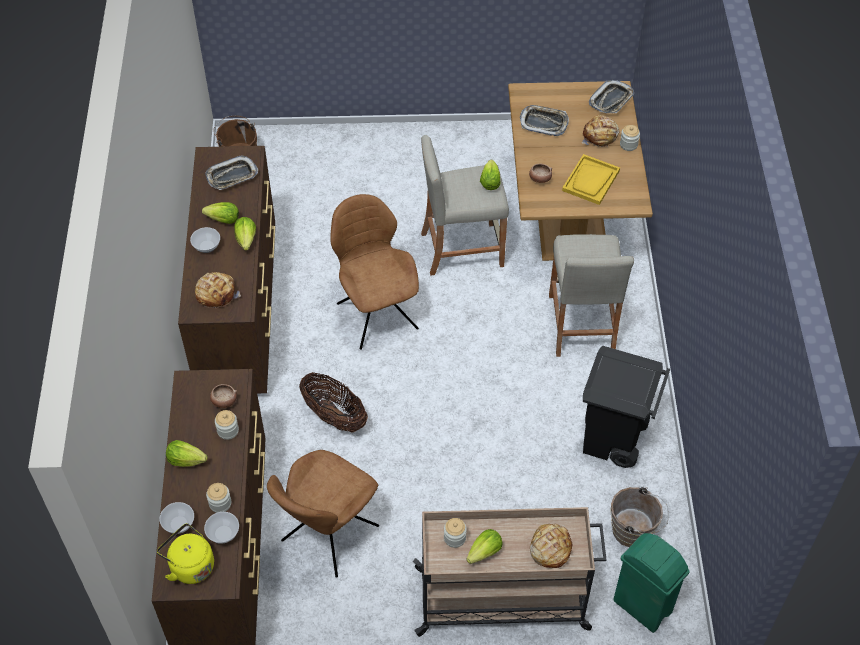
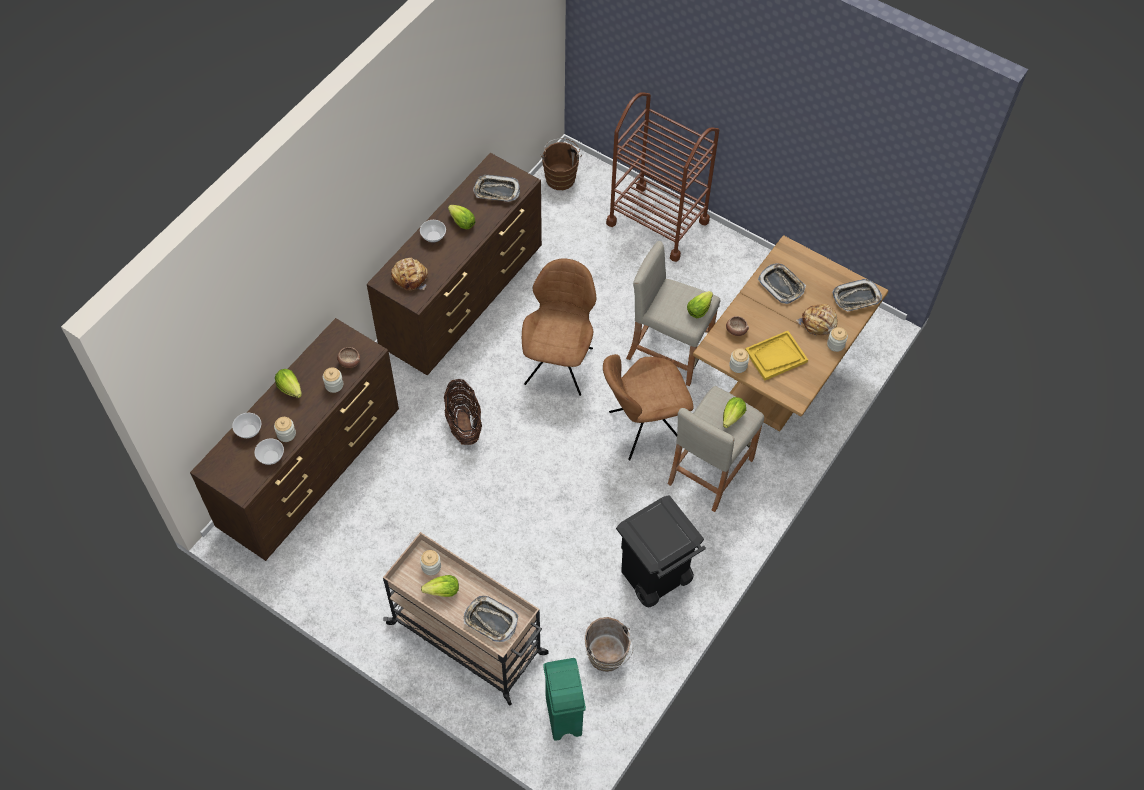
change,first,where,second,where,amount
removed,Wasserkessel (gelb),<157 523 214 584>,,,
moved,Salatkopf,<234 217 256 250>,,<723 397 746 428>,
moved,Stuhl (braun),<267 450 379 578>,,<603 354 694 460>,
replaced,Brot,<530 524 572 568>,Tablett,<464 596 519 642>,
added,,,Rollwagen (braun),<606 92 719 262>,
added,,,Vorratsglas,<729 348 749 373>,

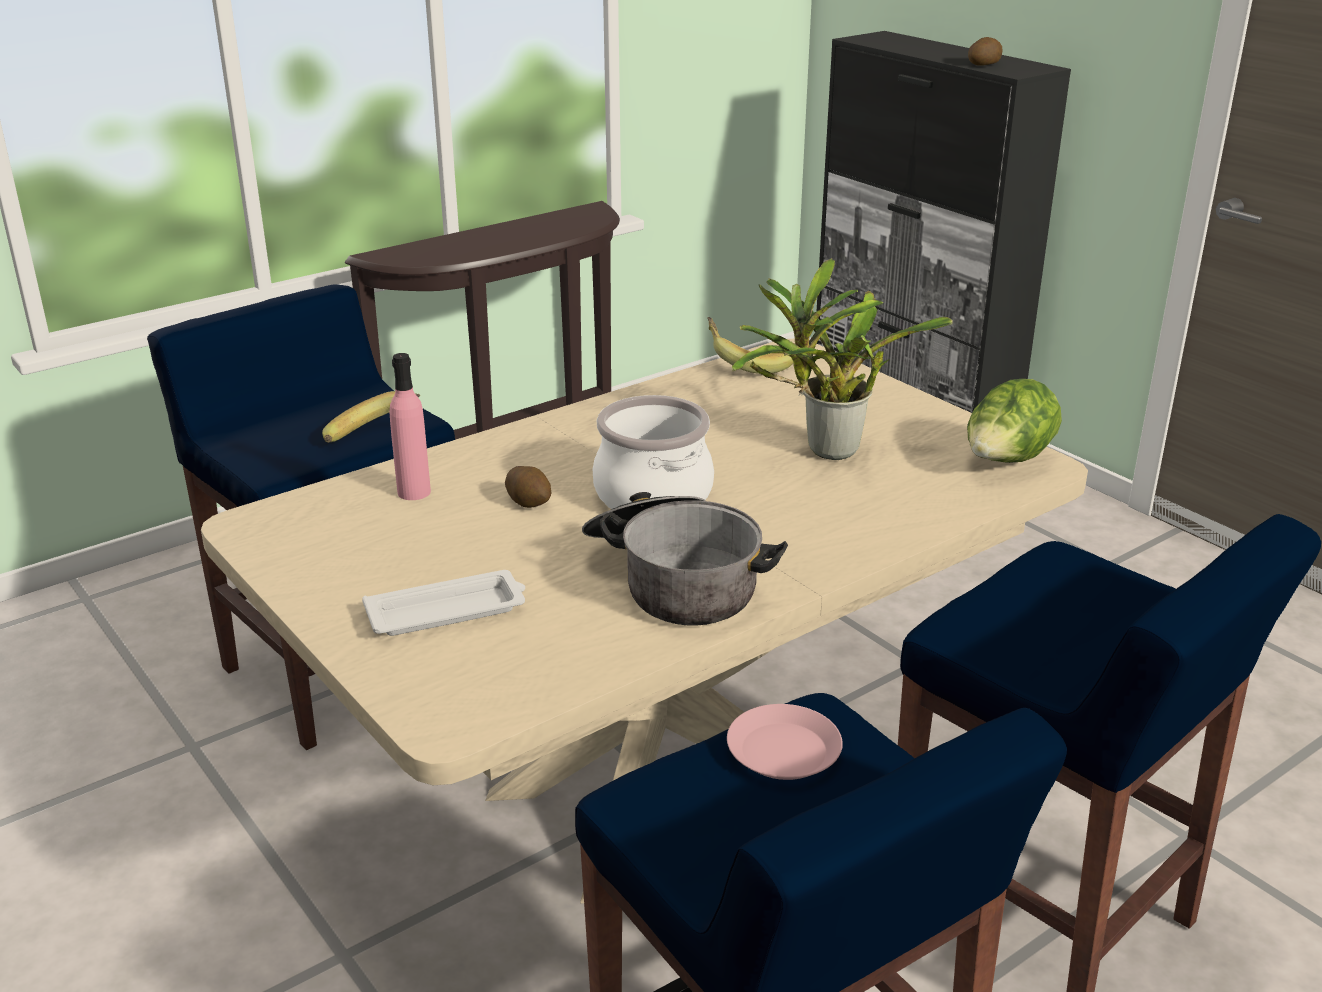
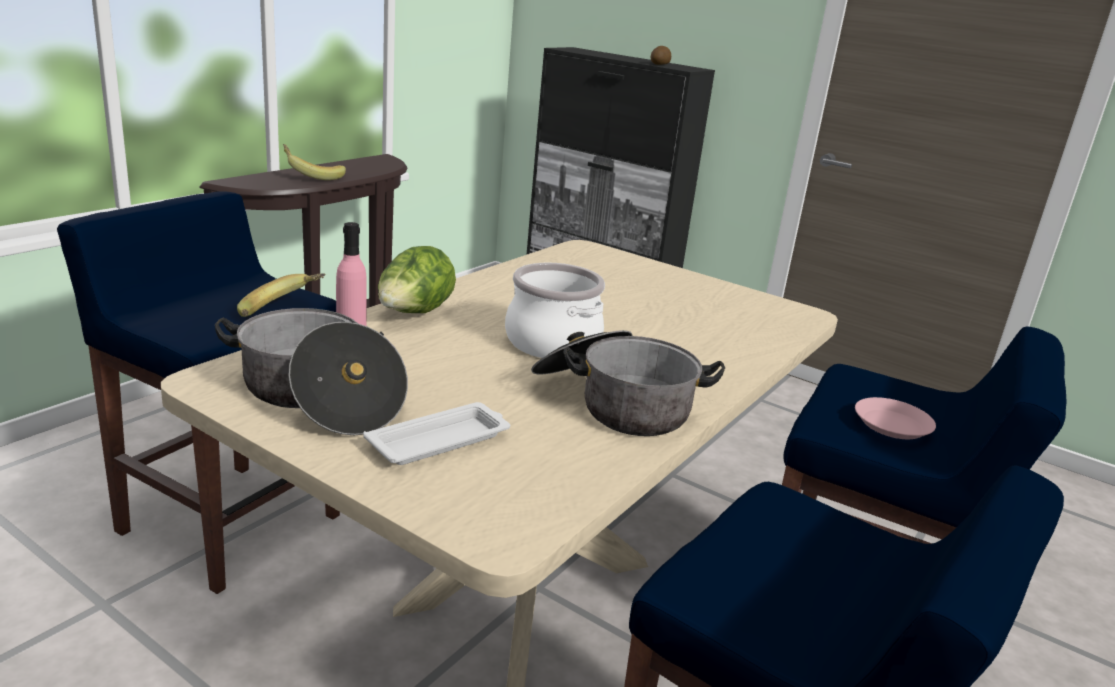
change,first,where,second,where,amount
removed,Kartoffel,<505 466 551 508>,,,
moved,Banane,<707 317 794 374>,,<283 144 346 180>,
moved,Teller (rosa),<727 704 843 780>,,<855 397 936 439>,
removed,Topfpflanze,<732 258 953 460>,,,
moved,Salatkopf,<967 379 1062 463>,,<378 246 456 313>,
added,,,Kochtopf,<215 308 408 435>,

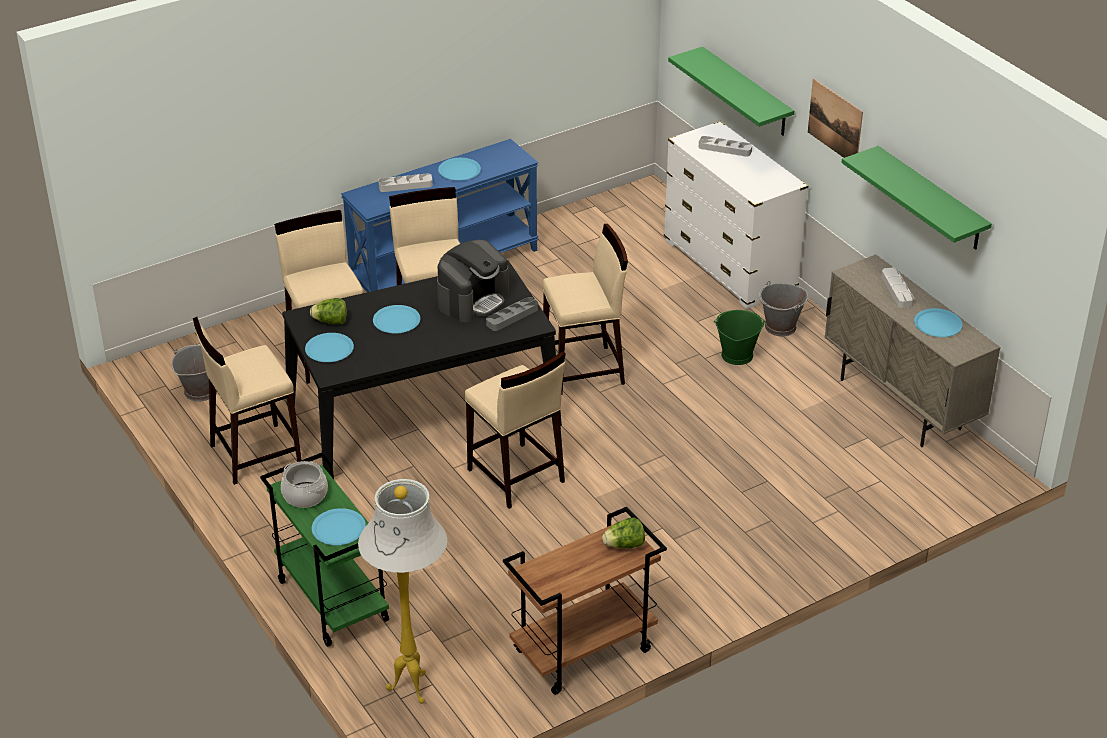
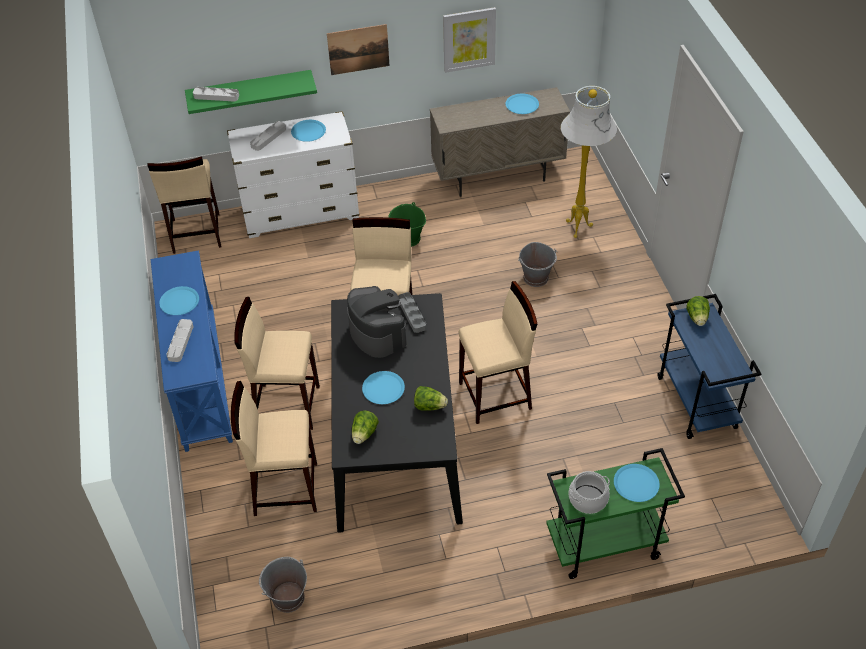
change,first,where,second,where,amount
moved,Hocker (beige),<193 317 301 485>,,<148 156 221 254>,
moved,Teller (blau),<305 333 354 362>,,<291 120 326 142>,
moved,Stehlampe (weiß),<358 479 447 704>,,<561 86 617 238>,
recoloured,Rollwagen (braun),<503 507 667 695>,Rollwagen (blau),<657 294 761 439>,
moved,Eimer (grau),<759 281 808 336>,,<518 242 557 287>,
replaced,Wandregal (grün),<842 146 992 250>,Bild,<443 7 496 73>,
moved,Tablett (grau),<881 268 914 308>,,<193 87 239 102>,
added,,,Salatkopf,<414 386 448 411>,

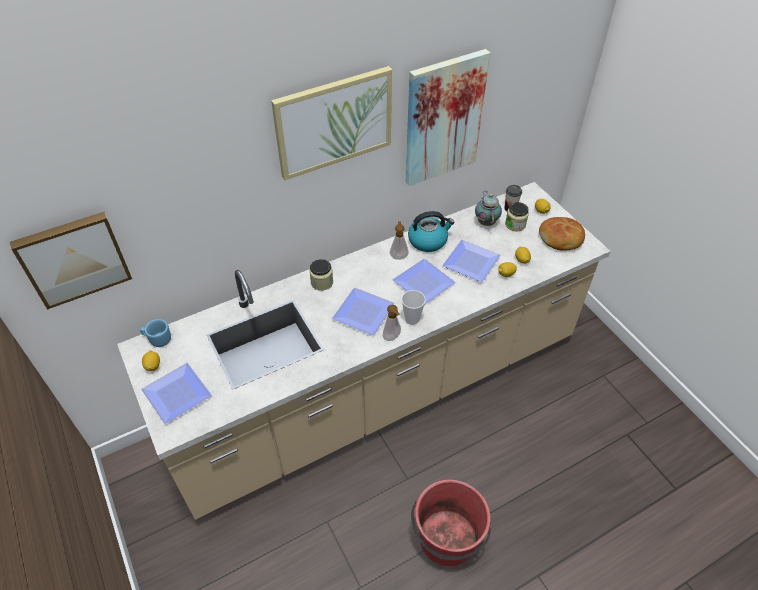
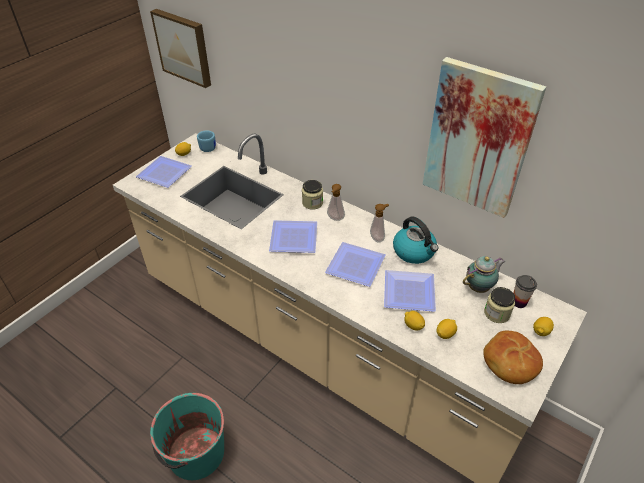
change,first,where,second,where,amount
removed,Bild,<271 66 392 180>,,,
moved,Seifenspender,<383 305 401 341>,,<327 184 345 221>,
removed,Tasse,<401 290 426 325>,,,
recoloured,Eimer (rot),<411 479 491 566>,Eimer (türkis),<150 392 224 480>,

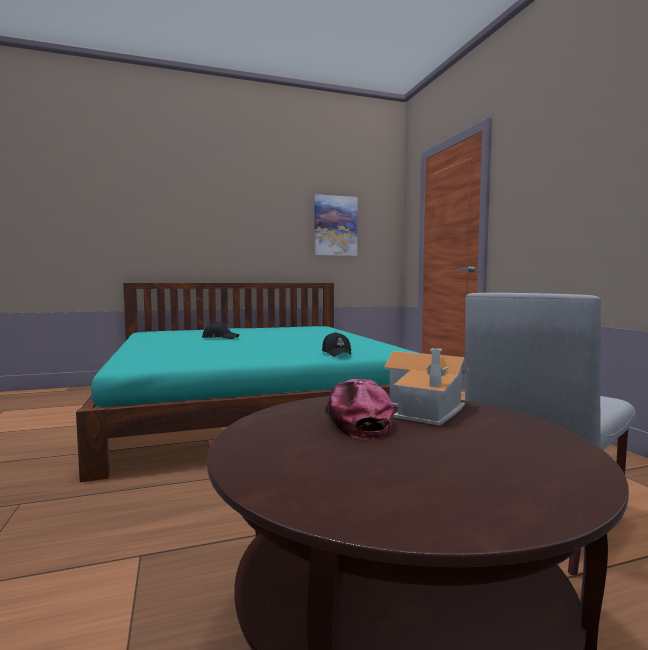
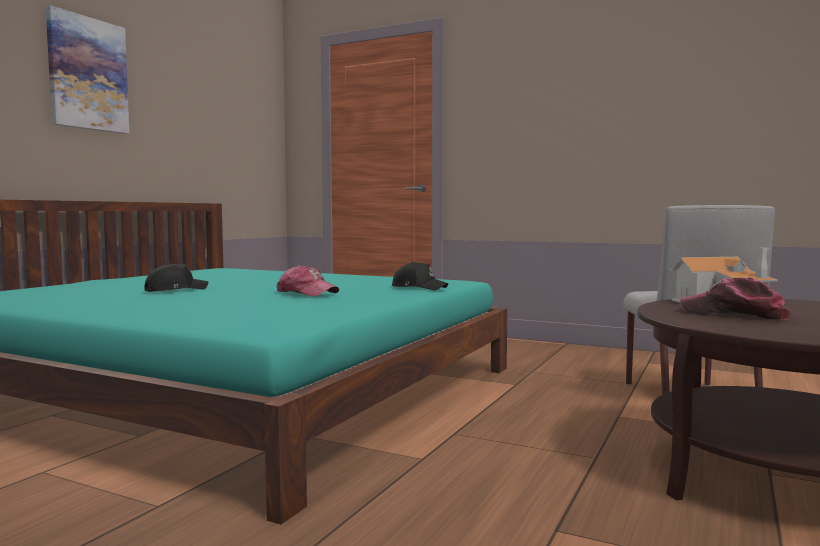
change,first,where,second,where,amount
moved,Bild,<315 194 358 256>,,<46 5 129 134>,
added,,,Kappe,<277 265 339 296>,

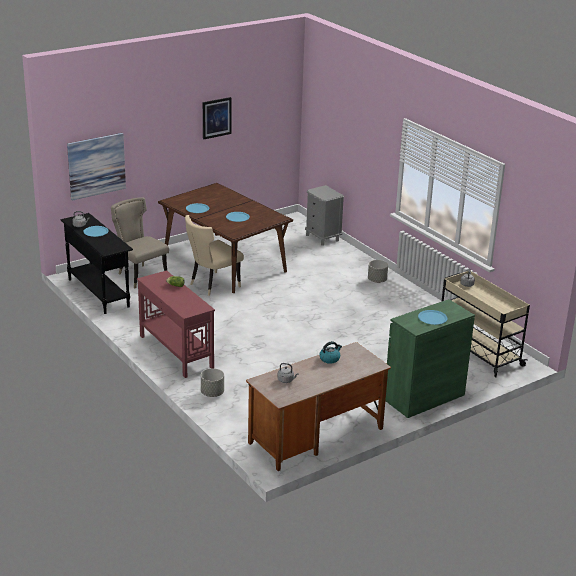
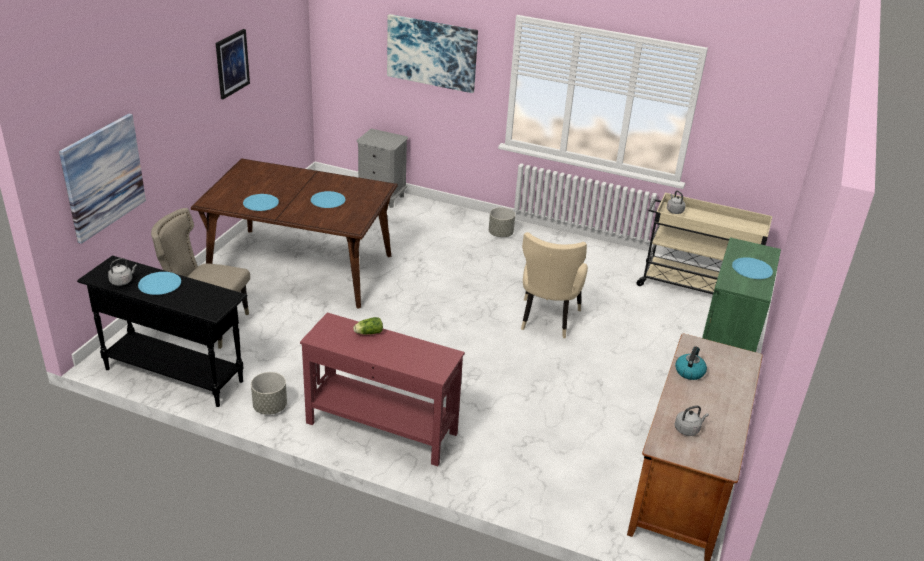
change,first,where,second,where,amount
moved,Stuhl (beige),<185 215 244 296>,,<521 232 588 338>,
moved,Pflanzkübel (grau),<201 368 224 397>,,<251 372 287 415>,
added,,,Bild,<387 14 478 93>,

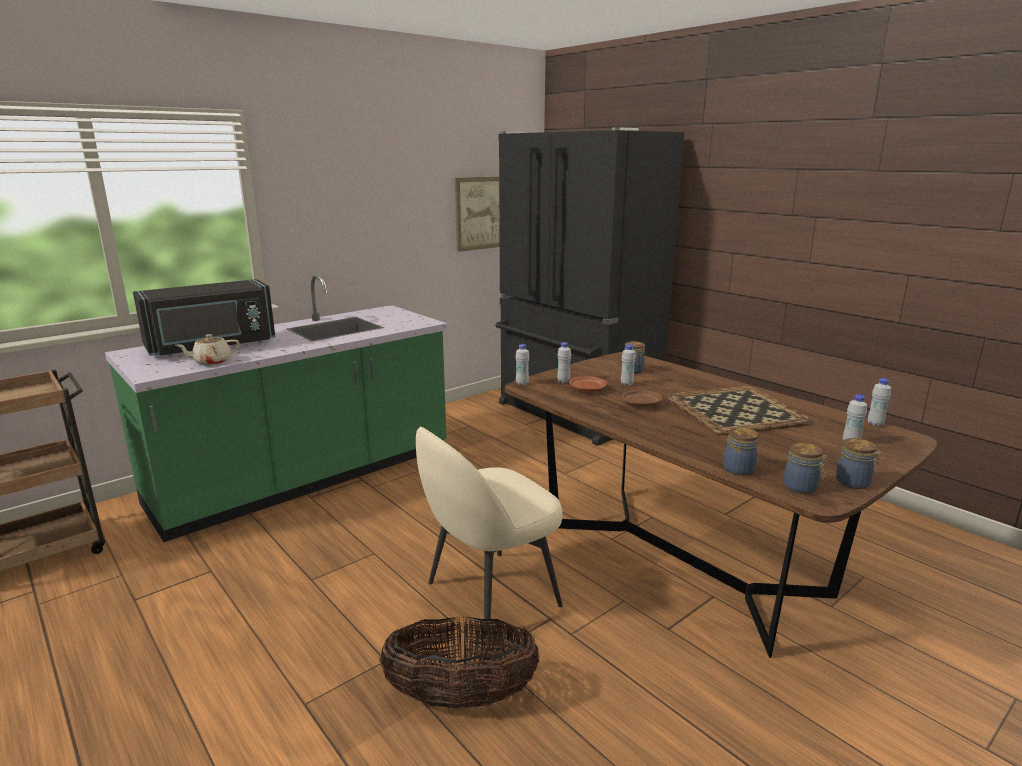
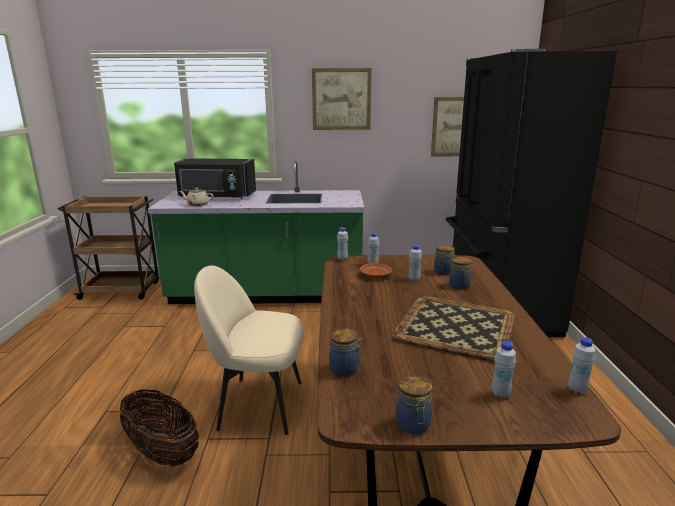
change,first,where,second,where,amount
removed,Teller (braun),<621 390 662 407>,,,
moved,Vorratsglas,<783 442 827 494>,,<449 257 472 289>,
added,,,Bild,<312 68 372 130>,

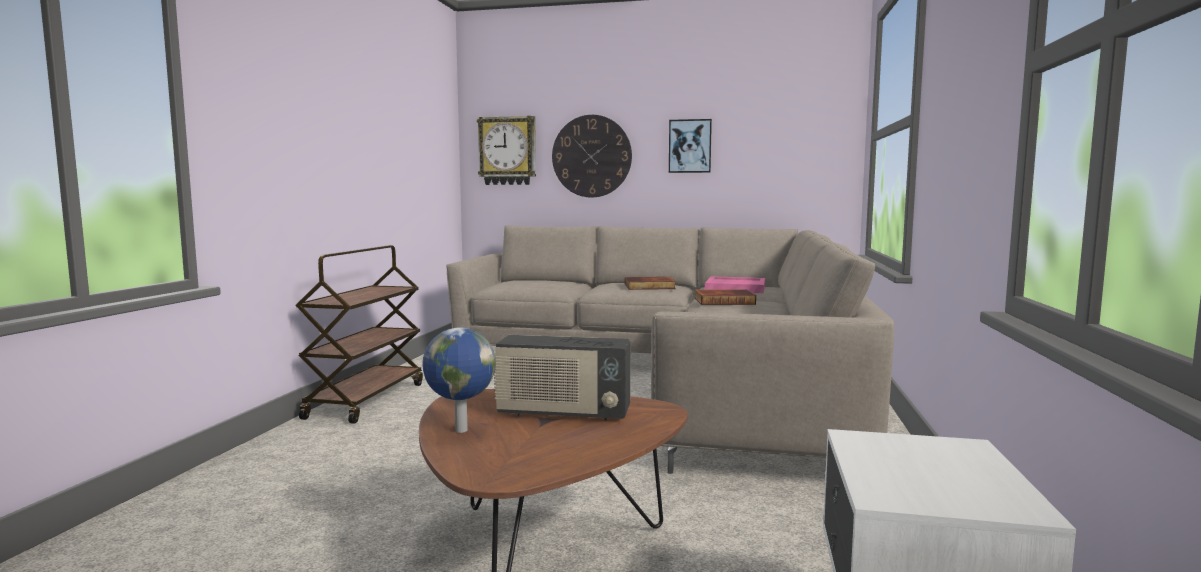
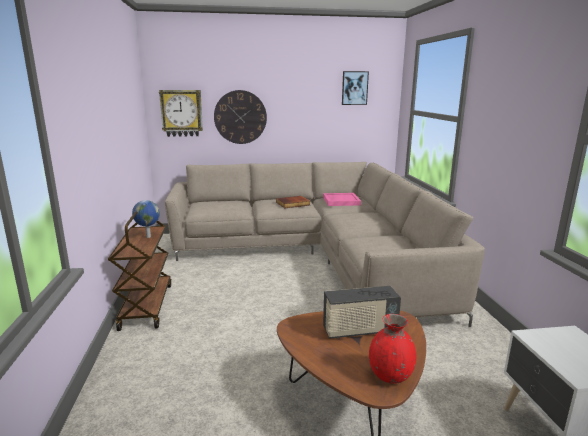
change,first,where,second,where,amount
moved,Globus,<422 327 496 433>,,<132 200 160 238>,
moved,Bild,<669 119 712 173>,,<342 71 369 105>,
removed,Buch,<694 289 756 305>,,,
added,,,Vase (rot),<369 314 416 384>,

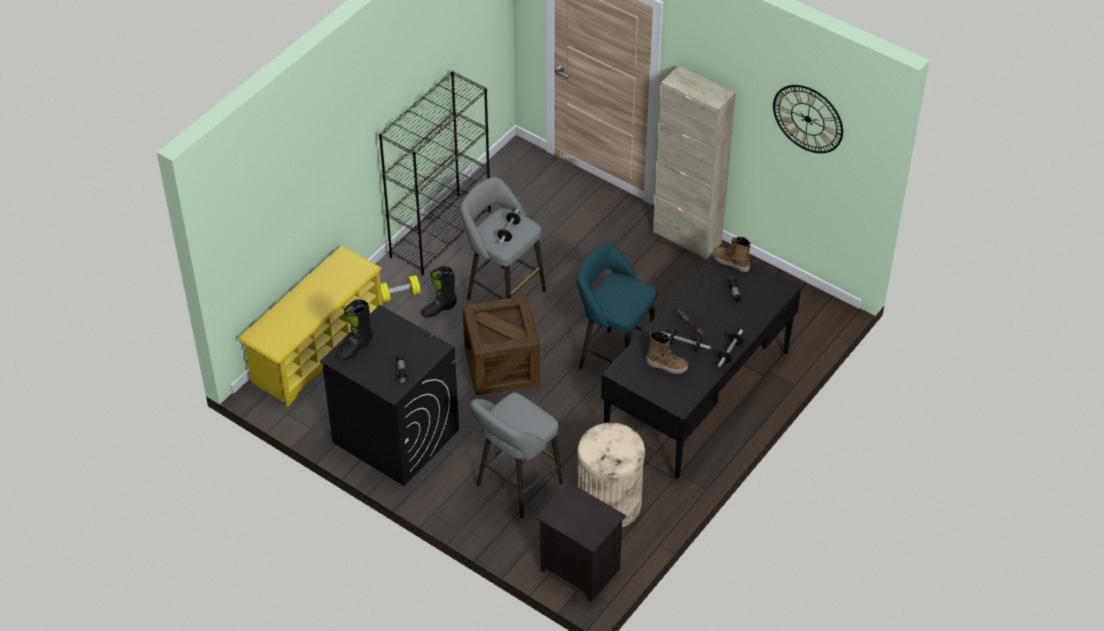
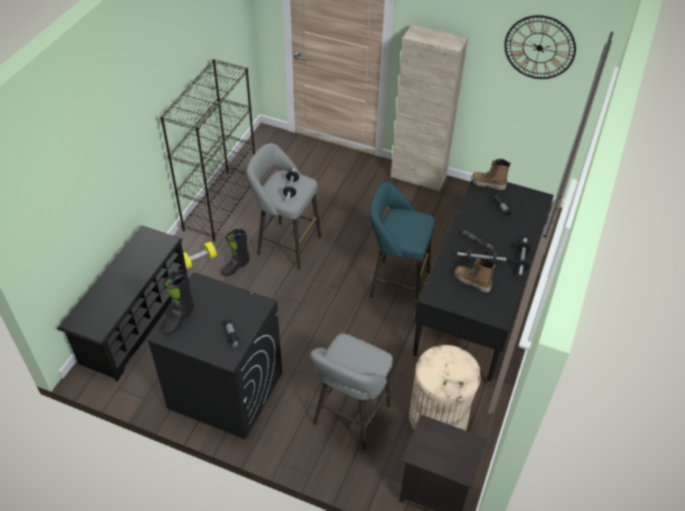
change,first,where,second,where,amount
recoloured,Schuhregal (gelb),<238 246 383 407>,Schuhregal (schwarz),<58 225 187 382>,
removed,Kiste,<463 296 540 395>,,,
turned,Stiefel,<647 331 688 374>,,<455 258 495 292>,150 degrees counterclockwise

